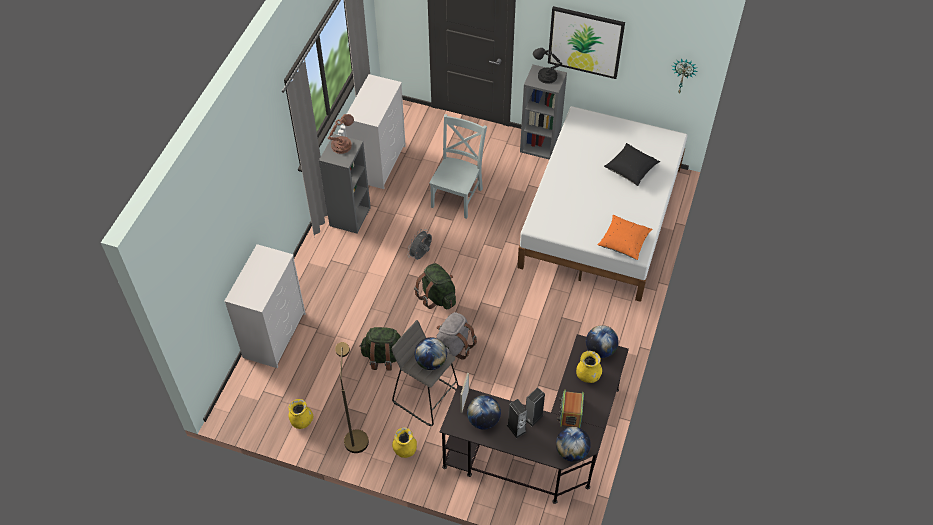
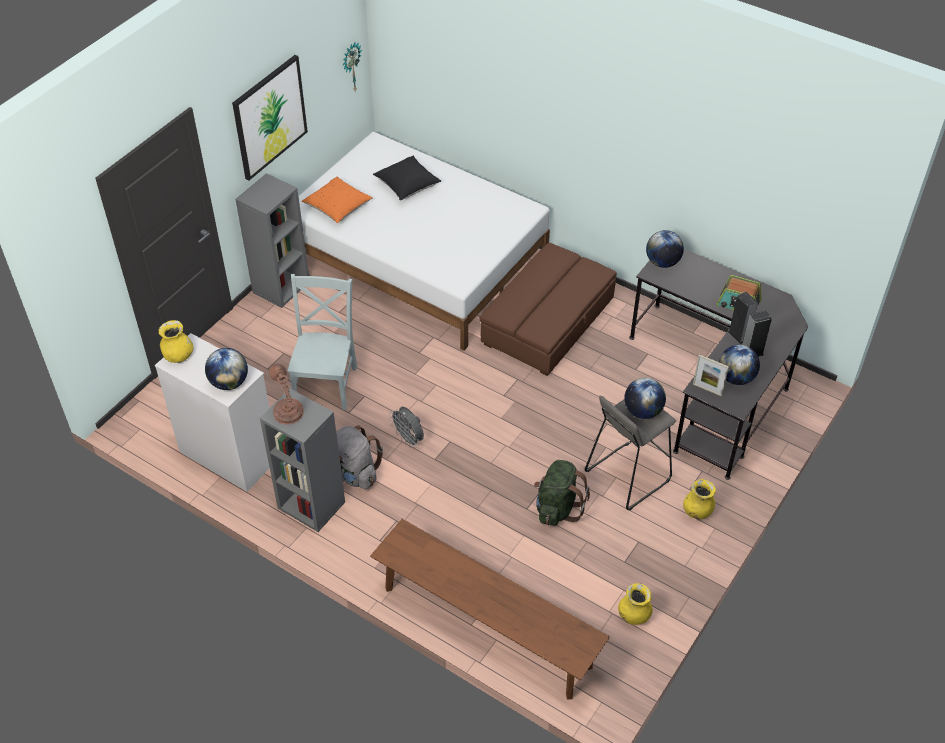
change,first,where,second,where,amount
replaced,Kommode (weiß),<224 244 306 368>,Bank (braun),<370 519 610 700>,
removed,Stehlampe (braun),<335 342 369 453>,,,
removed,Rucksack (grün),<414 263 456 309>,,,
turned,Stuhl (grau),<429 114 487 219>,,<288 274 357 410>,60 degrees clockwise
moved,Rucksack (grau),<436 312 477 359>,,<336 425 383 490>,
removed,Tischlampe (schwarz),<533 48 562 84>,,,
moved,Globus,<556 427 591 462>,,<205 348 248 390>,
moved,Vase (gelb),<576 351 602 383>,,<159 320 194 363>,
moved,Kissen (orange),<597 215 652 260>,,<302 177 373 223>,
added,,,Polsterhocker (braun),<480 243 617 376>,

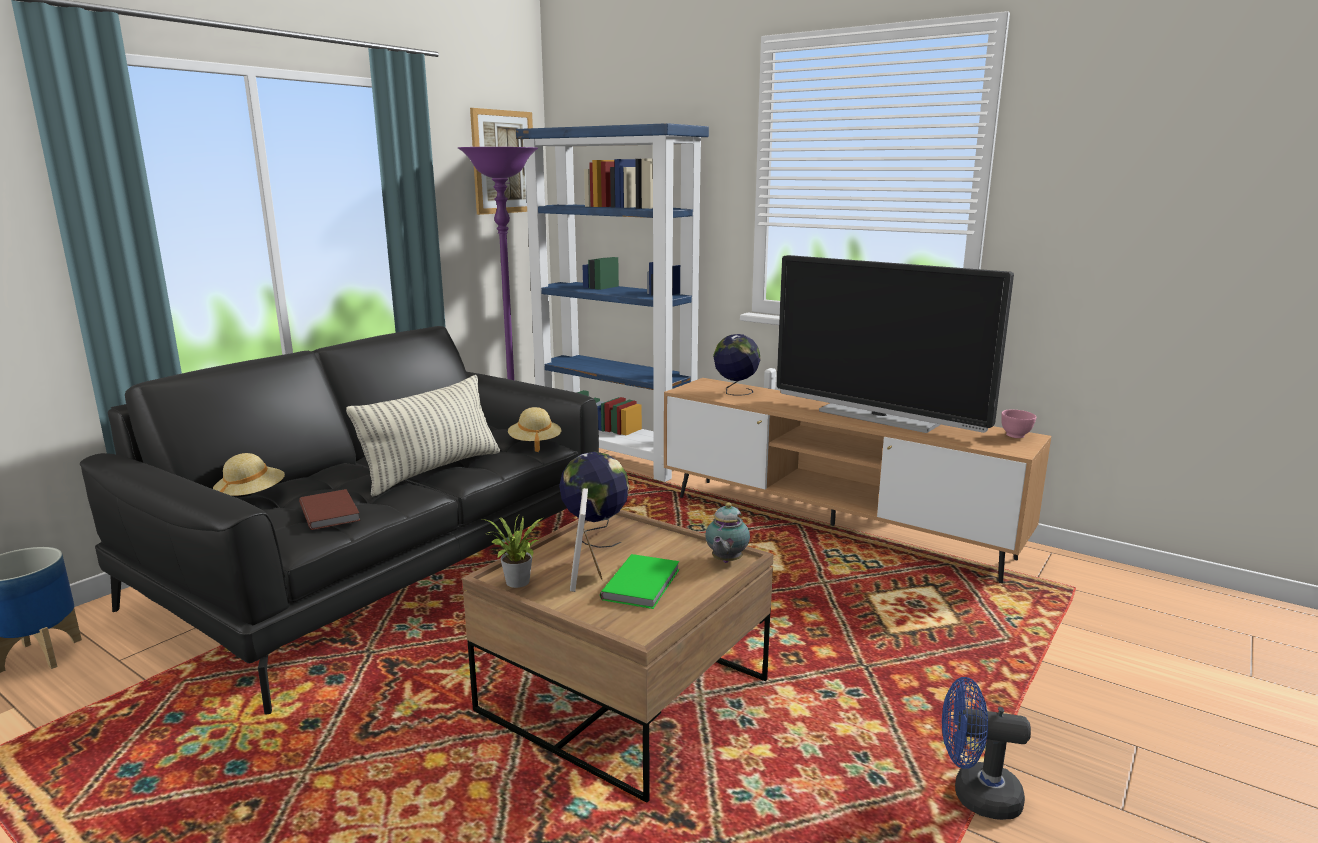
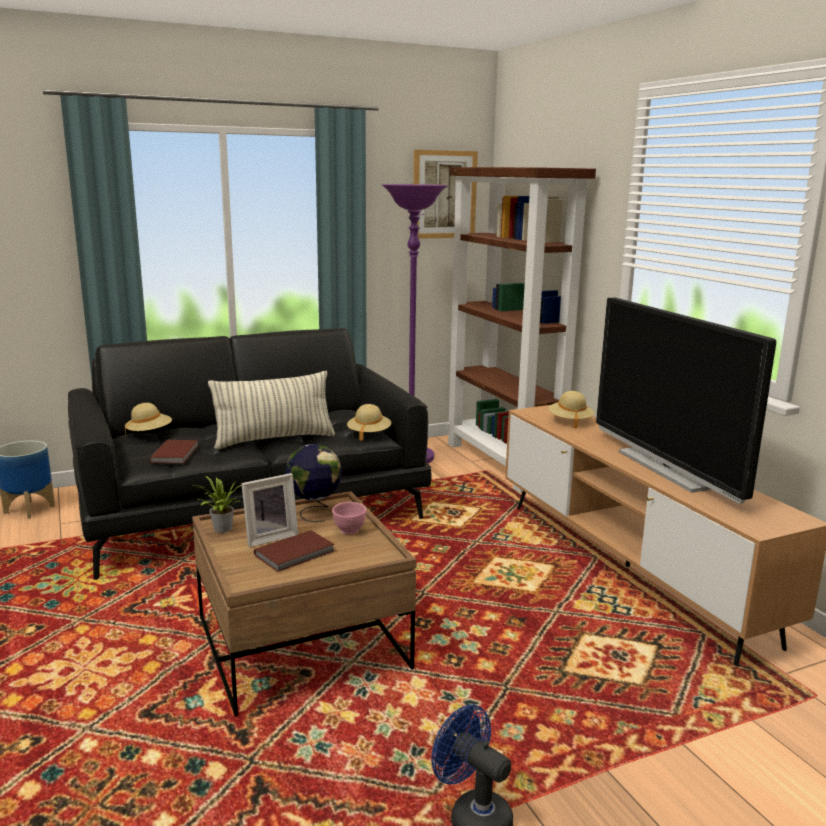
change,first,where,second,where,amount
recoloured,Bücherregal (blau),<516 123 709 482>,Bücherregal (braun),<446 167 596 493>,
turned,Bilderrahmen,<570 488 602 592>,,<241 473 298 547>,150 degrees counterclockwise
recoloured,Buch (grün),<600 554 679 609>,Buch (braun),<254 530 335 572>,
removed,Teekanne,<705 503 750 563>,,,
replaced,Globus,<713 334 761 396>,Hut (beige),<549 391 594 429>,
moved,Schüssel (rosa),<1001 410 1036 438>,,<332 502 366 534>,

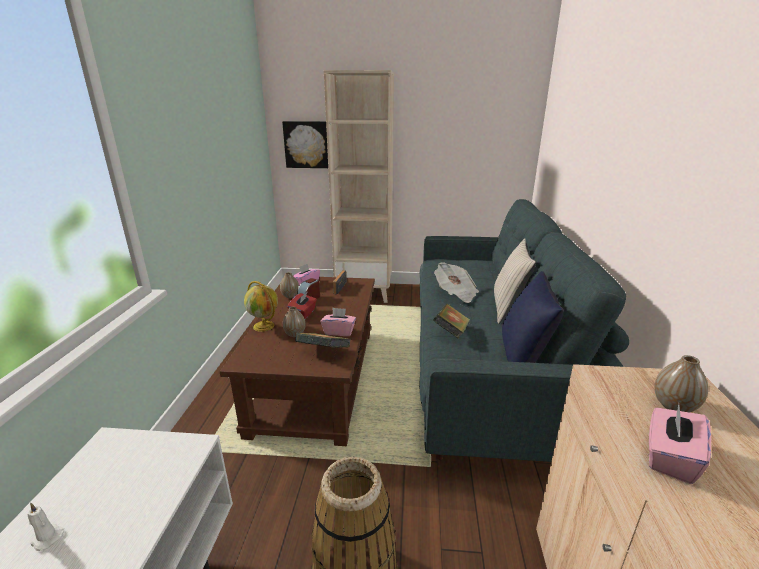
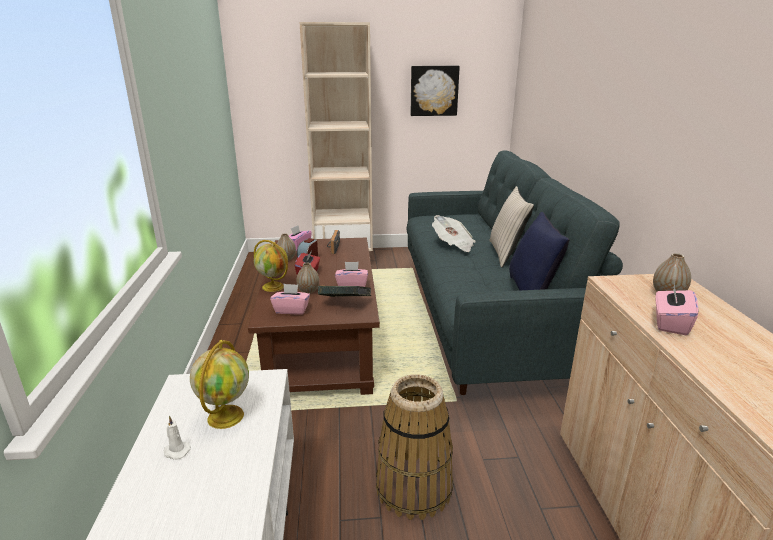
change,first,where,second,where,amount
moved,Bild,<282 121 328 168>,,<410 66 460 116>,
removed,Buch,<433 304 470 339>,,,
added,,,Globus,<190 340 249 429>,
added,,,Taschentuchbox (rosa),<270 284 310 315>,

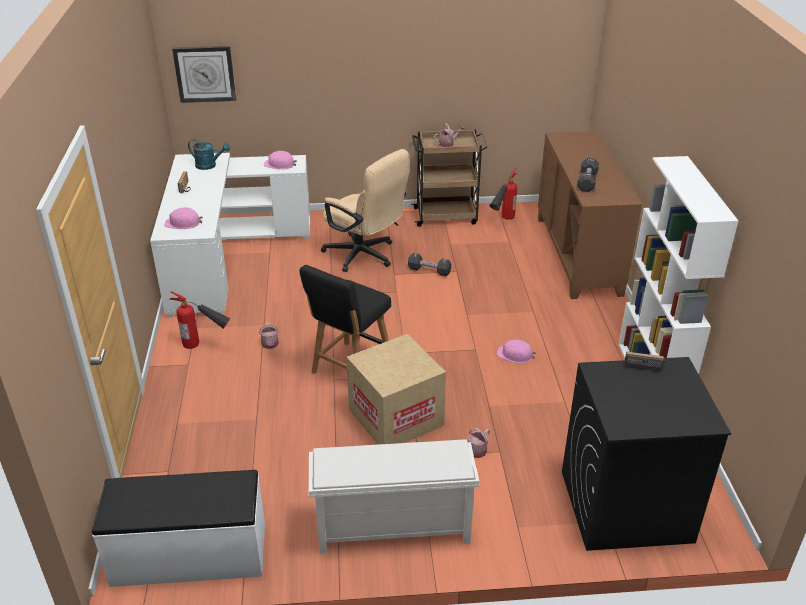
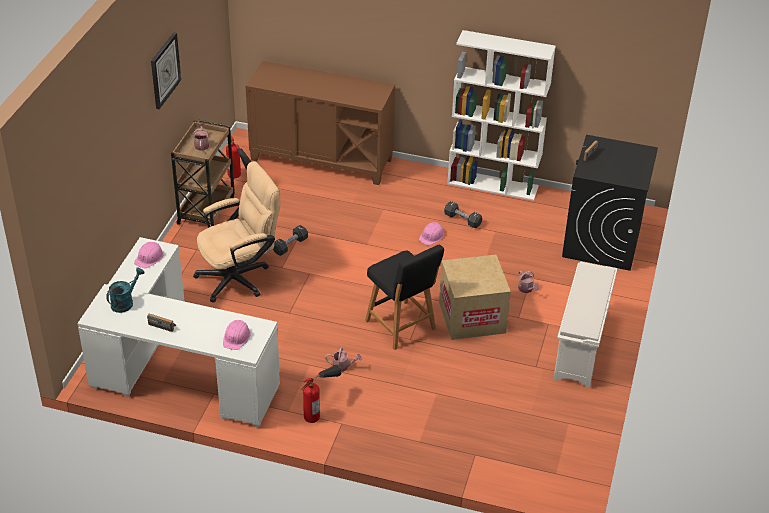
change,first,where,second,where,amount
removed,Bank (weiß),<92 470 265 587>,,,
moved,Wanduhr,<172 46 236 103>,,<151 33 181 109>,
moved,Hantel (schwarz),<577 158 599 192>,,<444 201 482 229>,

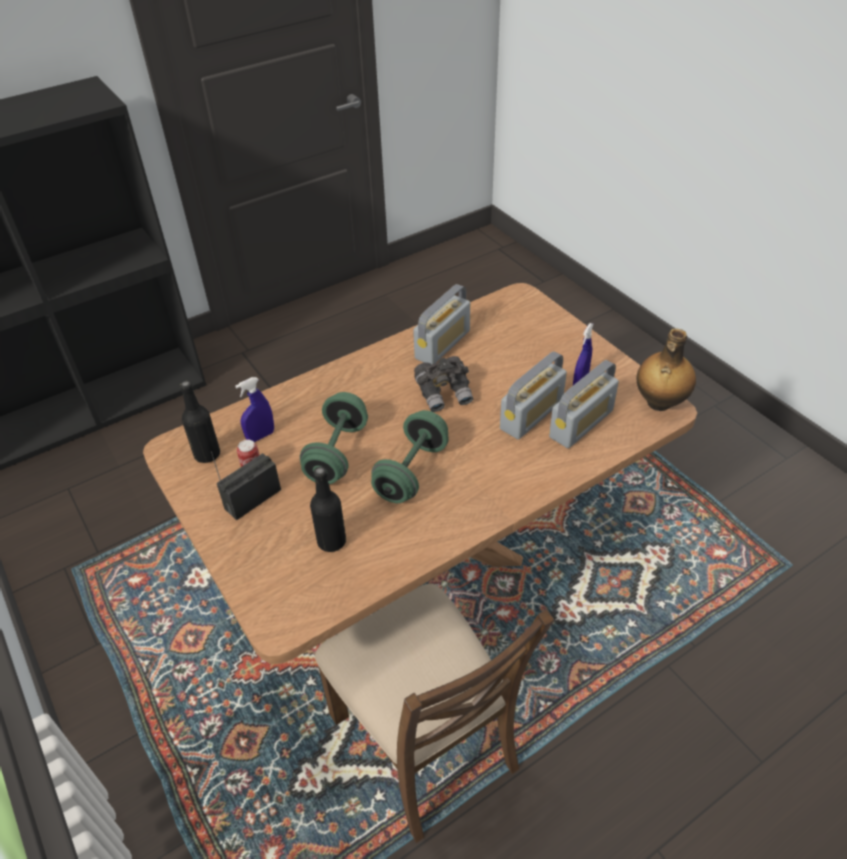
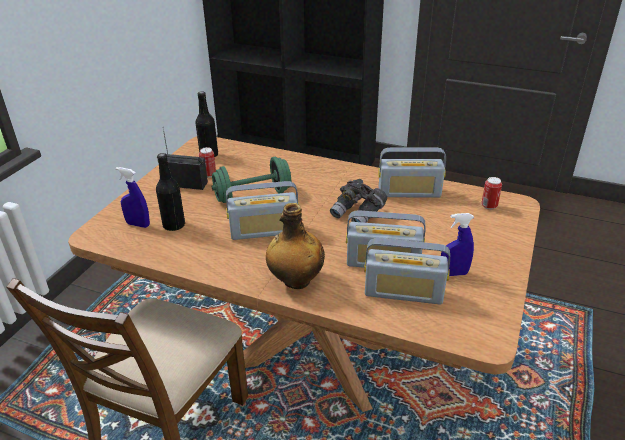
change,first,where,second,where,amount
moved,Sprühflasche (blau),<235 377 274 442>,,<116 167 150 228>,
replaced,Hantel (grün),<371 410 449 503>,Radio,<226 181 299 240>,
moved,Flasche,<637 328 696 411>,,<266 203 325 289>,
added,,,Dose,<481 177 502 210>,

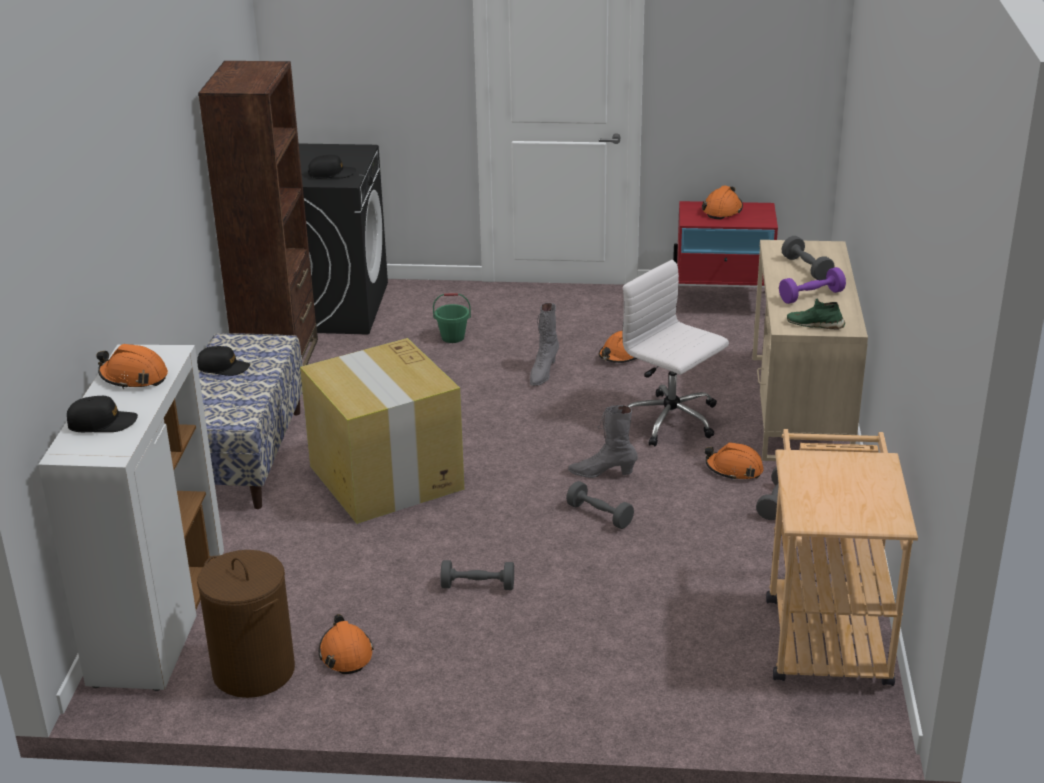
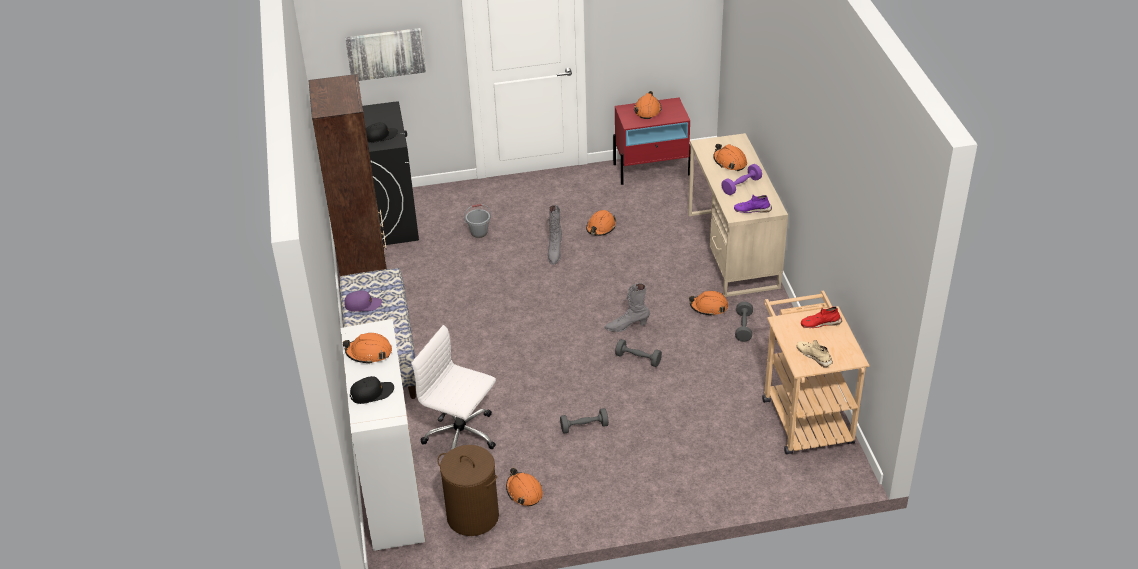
change,first,where,second,where,amount
recoloured,Kappe (schwarz),<197 346 250 376>,Kappe (lila),<344 291 382 312>,
removed,Karton,<300 338 464 524>,,,
recoloured,Eimer (grün),<433 293 471 343>,Eimer (grau),<464 204 491 238>,
moved,Bürostuhl (weiß),<623 260 729 446>,,<411 325 496 450>,
replaced,Hantel (grau),<782 236 835 280>,Schutzhelm (orange),<713 144 747 171>,
recoloured,Schuh (grün),<787 299 845 330>,Schuh (lila),<734 195 772 213>,
added,,,Bild,<345 28 426 81>,
added,,,Schuh (beige),<797 340 833 368>,
added,,,Schuh (rot),<801 307 842 328>,

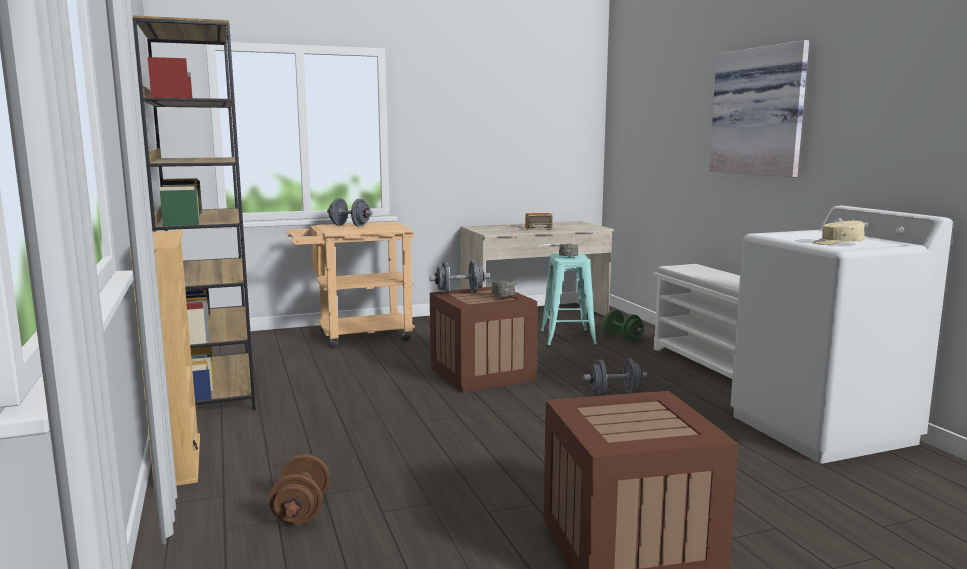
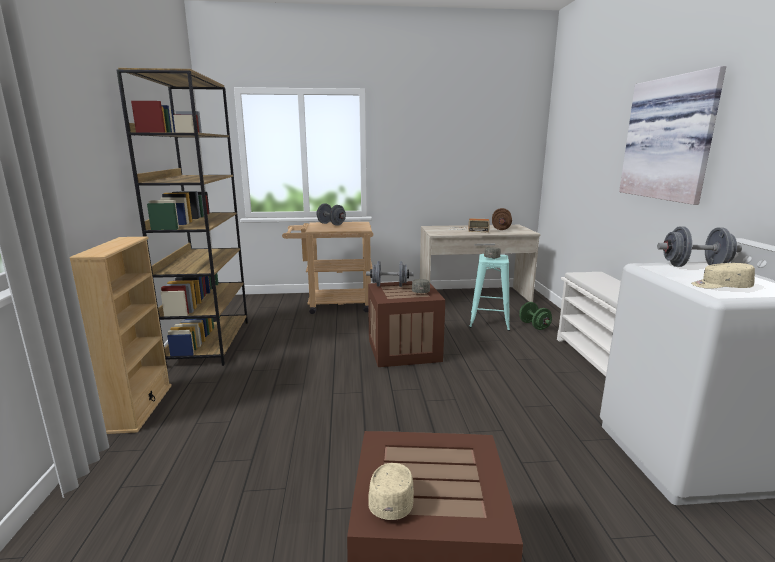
change,first,where,second,where,amount
moved,Hantel (braun),<269 454 330 525>,,<492 208 512 230>,
moved,Hantel (grau),<583 358 647 394>,,<657 226 742 267>,
added,,,Kappe (beige),<368 463 414 520>,

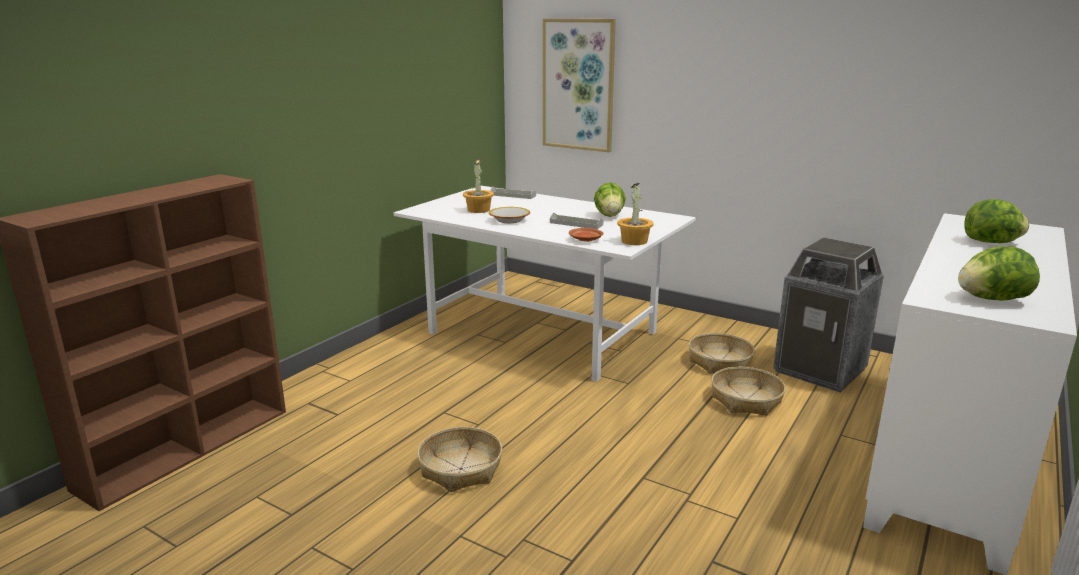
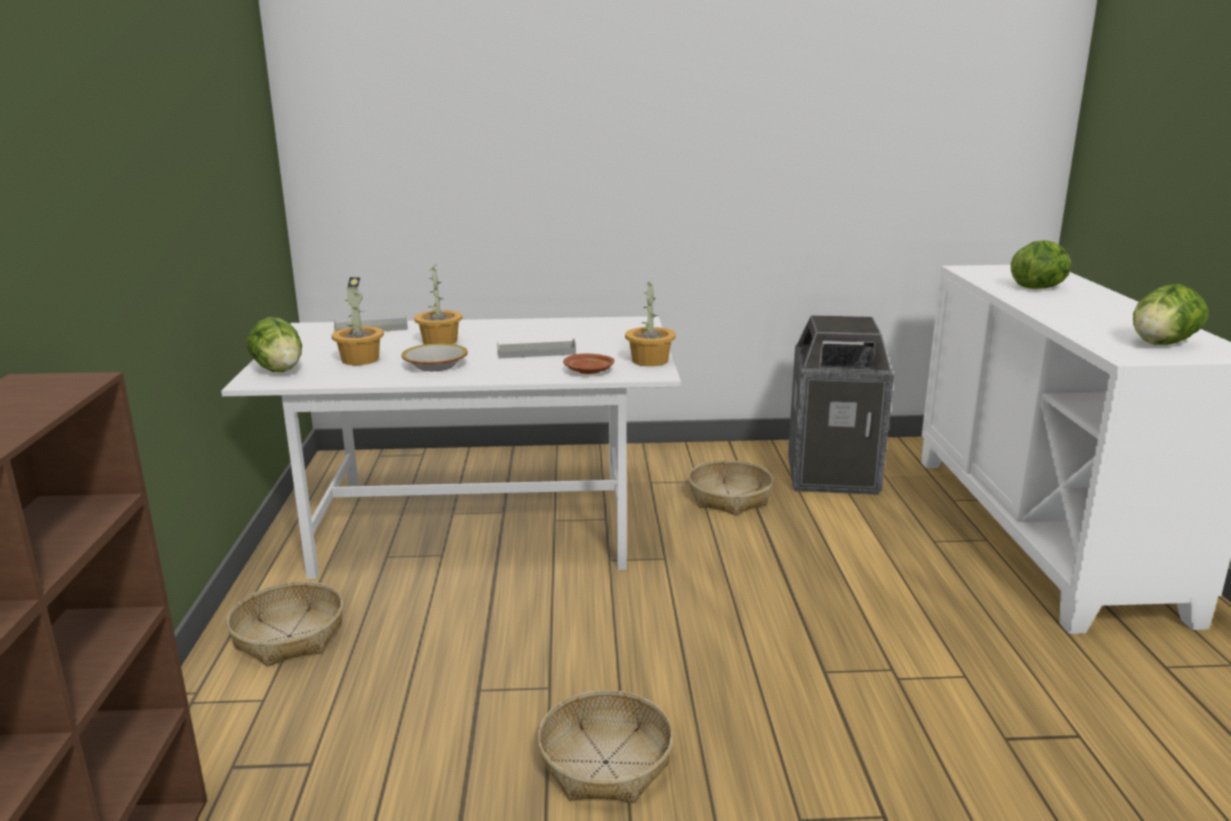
change,first,where,second,where,amount
removed,Bild,<543 19 616 152>,,,
moved,Salatkopf,<594 182 626 217>,,<247 317 302 372>,
moved,Korb,<712 367 786 416>,,<227 582 343 667>,
added,,,Topfpflanze,<414 265 462 344>,

